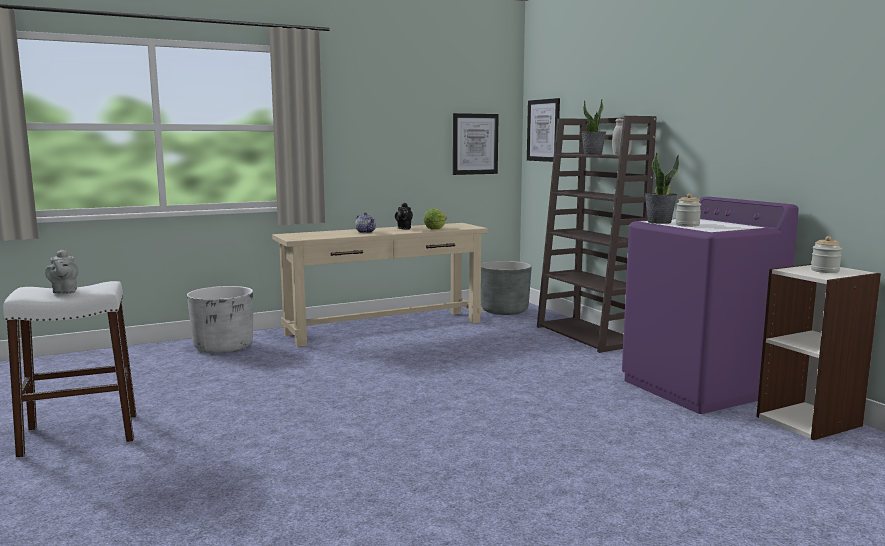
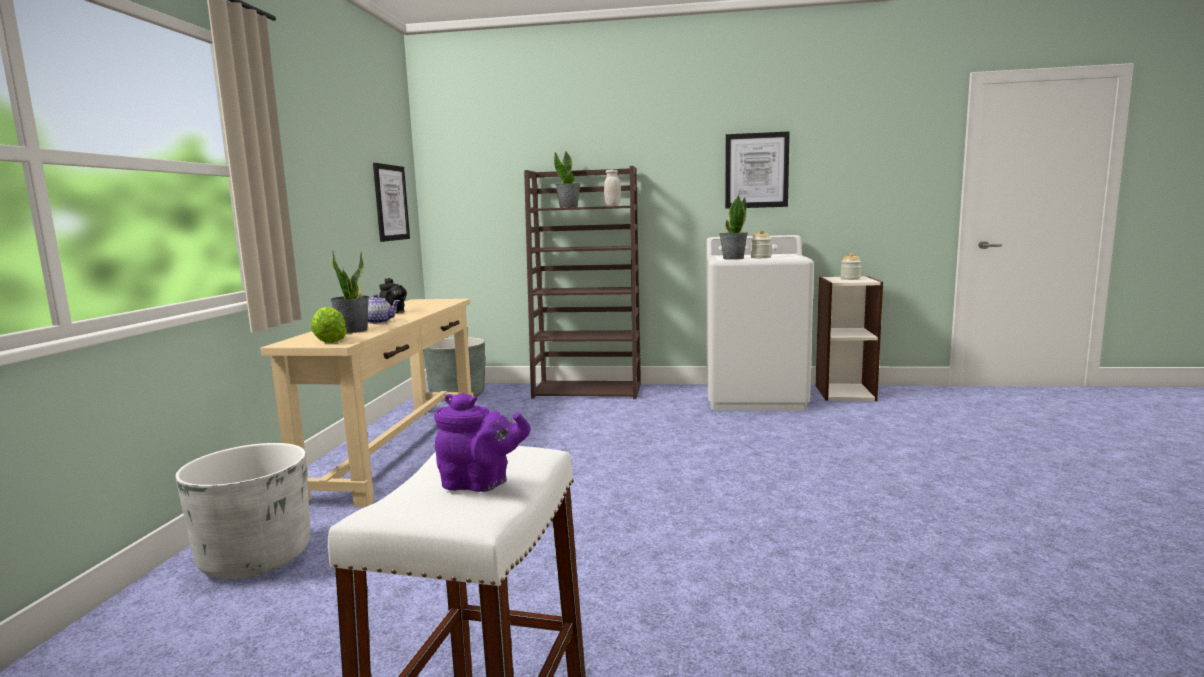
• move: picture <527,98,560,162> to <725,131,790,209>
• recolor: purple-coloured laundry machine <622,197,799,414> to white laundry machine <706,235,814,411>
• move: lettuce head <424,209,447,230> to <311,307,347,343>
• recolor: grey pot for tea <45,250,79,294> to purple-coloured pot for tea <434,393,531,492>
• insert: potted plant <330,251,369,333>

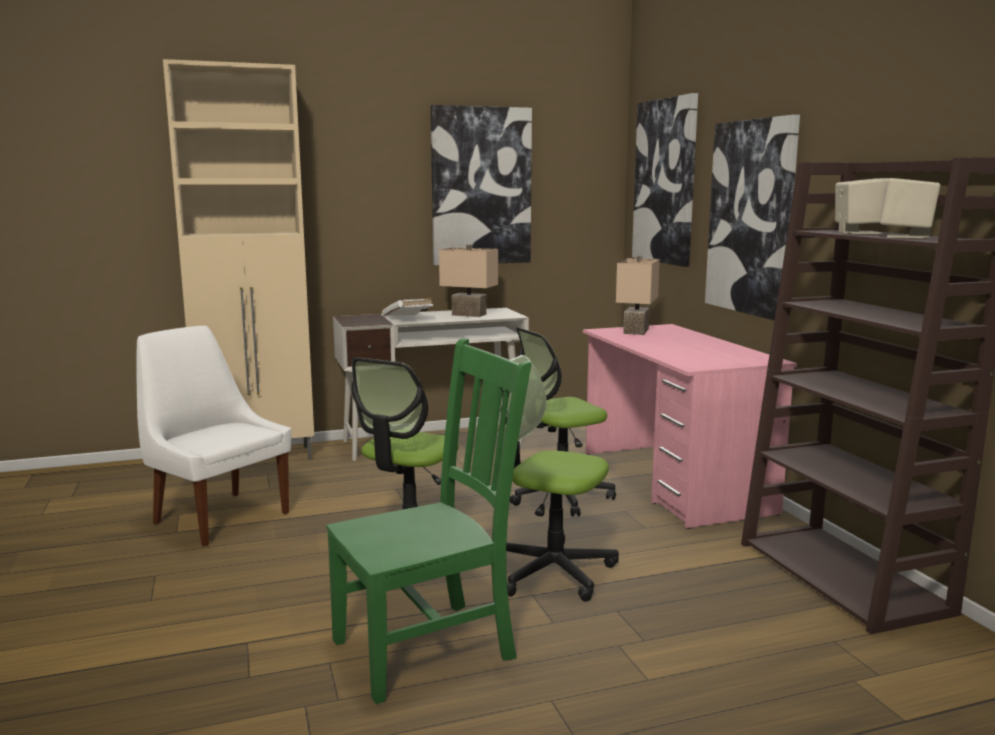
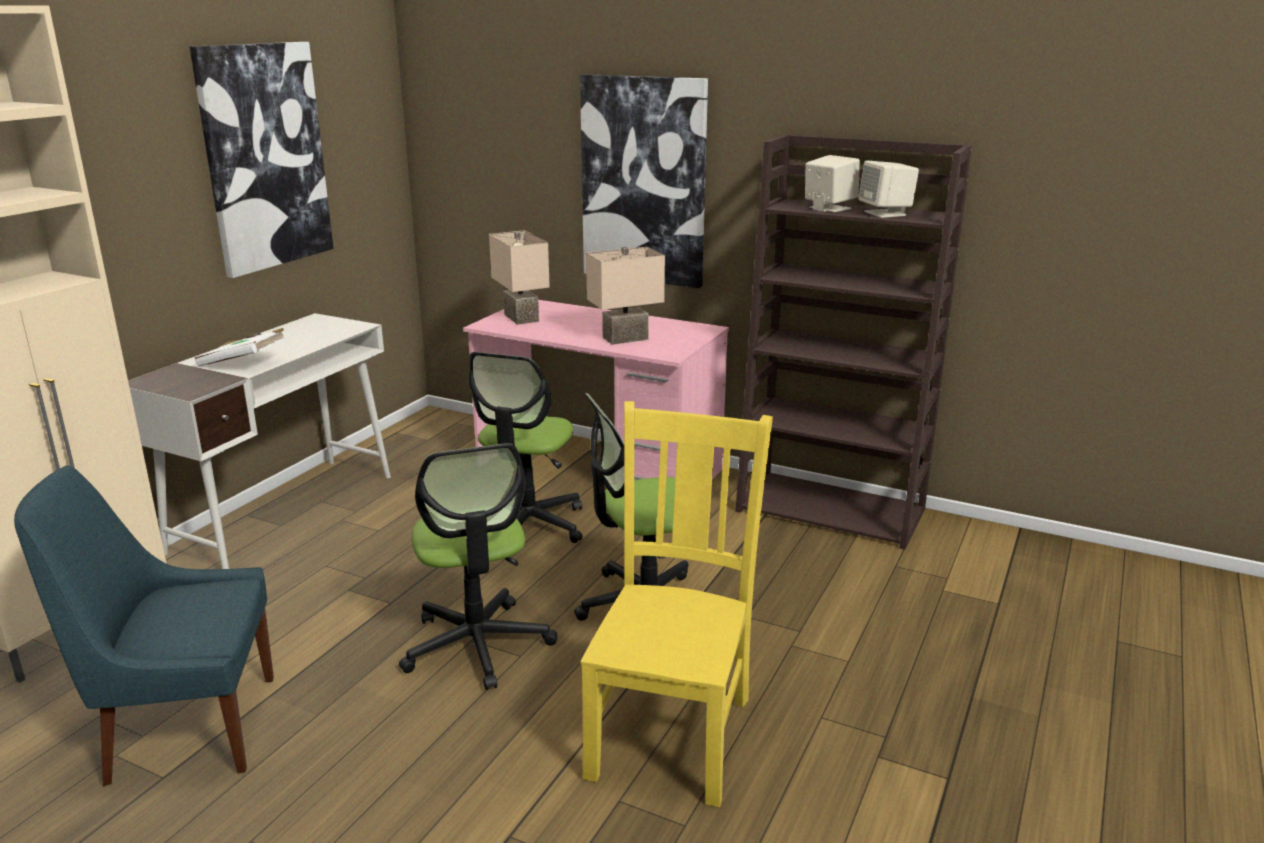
• delete: picture <632,93,698,267>
• move: beige tabletop lamp <439,244,498,317> to <586,247,665,345>
• recolor: white plain chair <136,326,291,546> to blue plain chair <14,465,274,786>
• recolor: green-coloured plain chair <326,338,532,704> to yellowish plain chair <581,401,773,807>

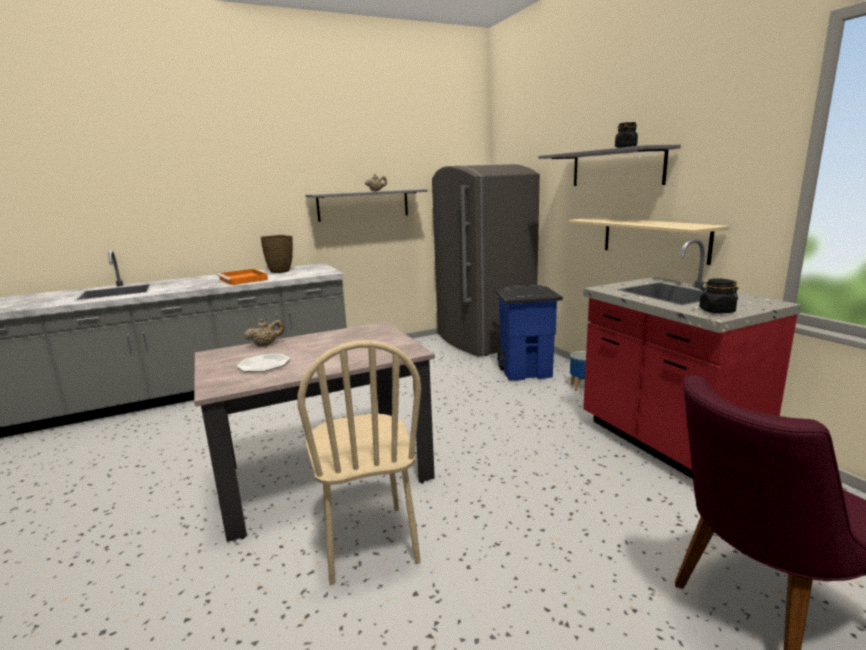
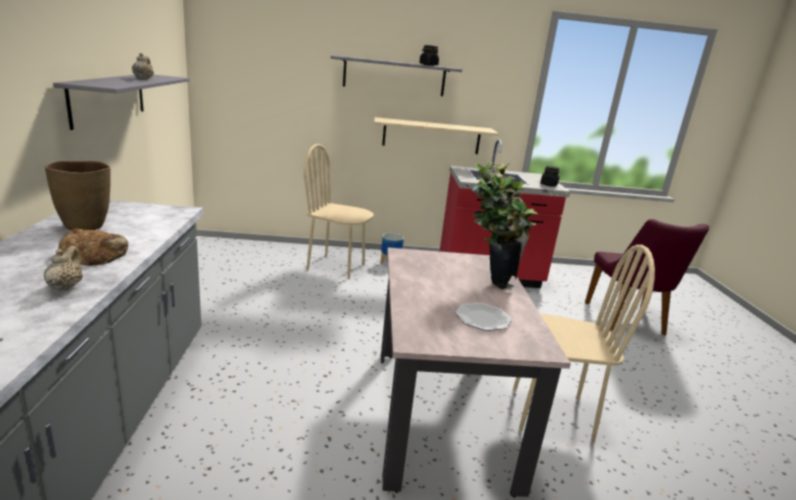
• delete: grey kitchen fridge <432,164,540,357>
• replace: orange tray <217,269,268,285> to baked bread <58,228,128,266>
• replace: blue waste bin <495,285,563,381> to beige plain chair <304,144,374,279>
• move: beige pot for tea <244,319,284,347> to <44,246,83,291>
• insert: potted plant <472,162,538,289>

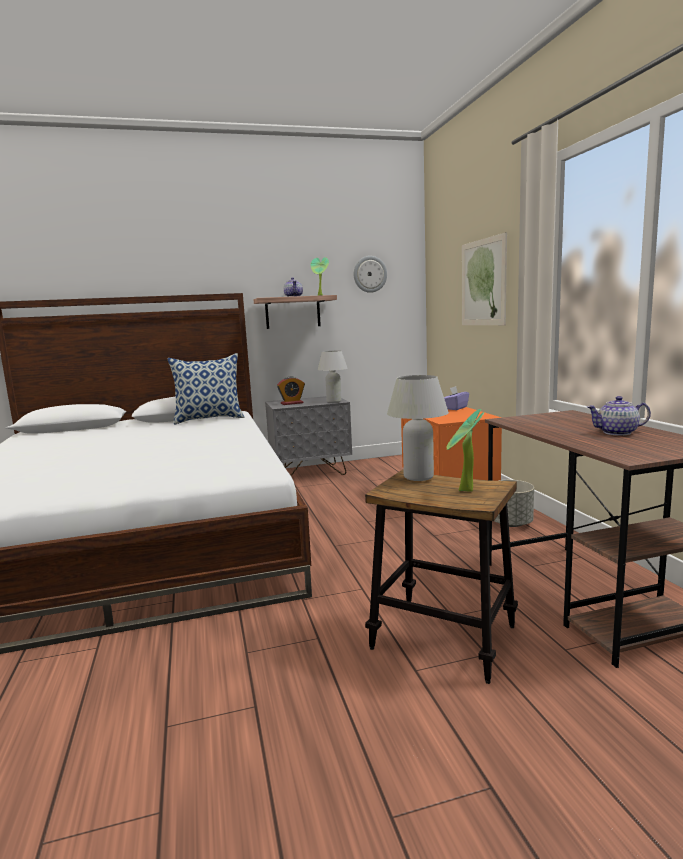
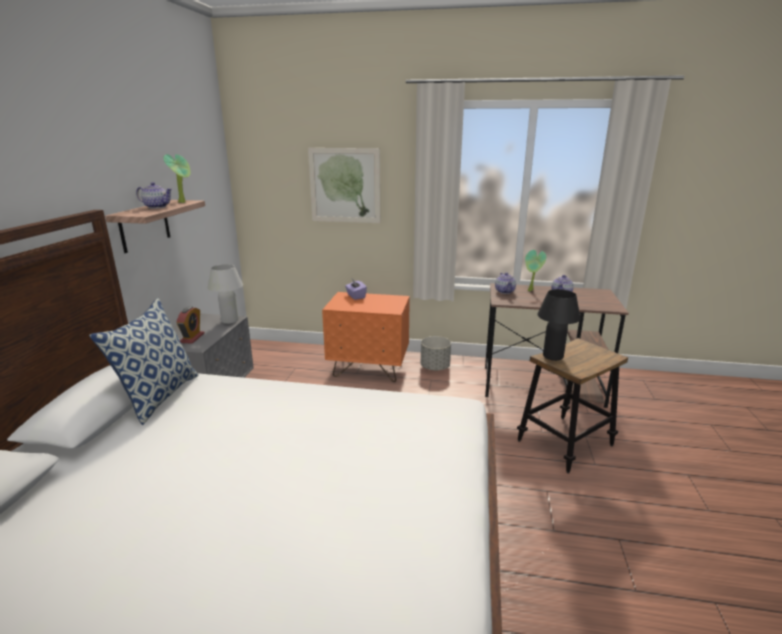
• delete: hanging clock <354,256,387,293>
• recolor: white tabletop lamp <387,375,449,481> to blackish tabletop lamp <537,289,581,361>
• move: potted plant <447,409,484,492> to <525,250,546,291>
• insert: pot for tea <495,272,516,294>

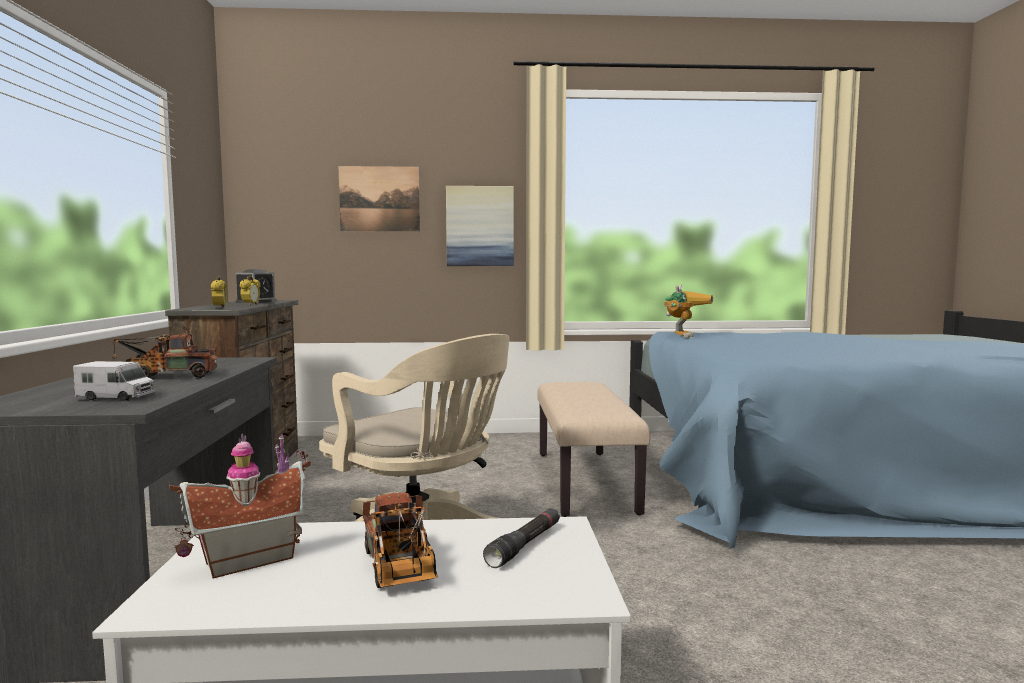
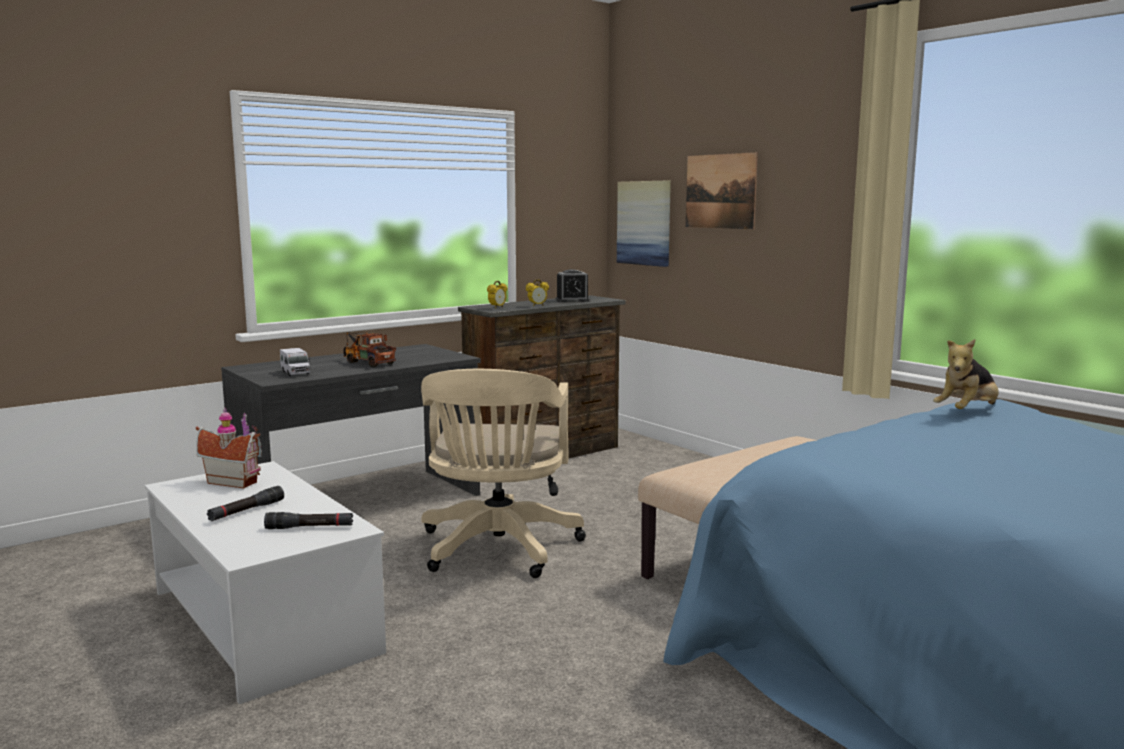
• move: picture <446,186,514,266> to <617,181,671,267>
• replace: toy robot <664,285,713,338> to plush toy <933,339,999,409>
• replace: toy lorry <362,493,438,588> to blackish flashlight <207,486,284,521>

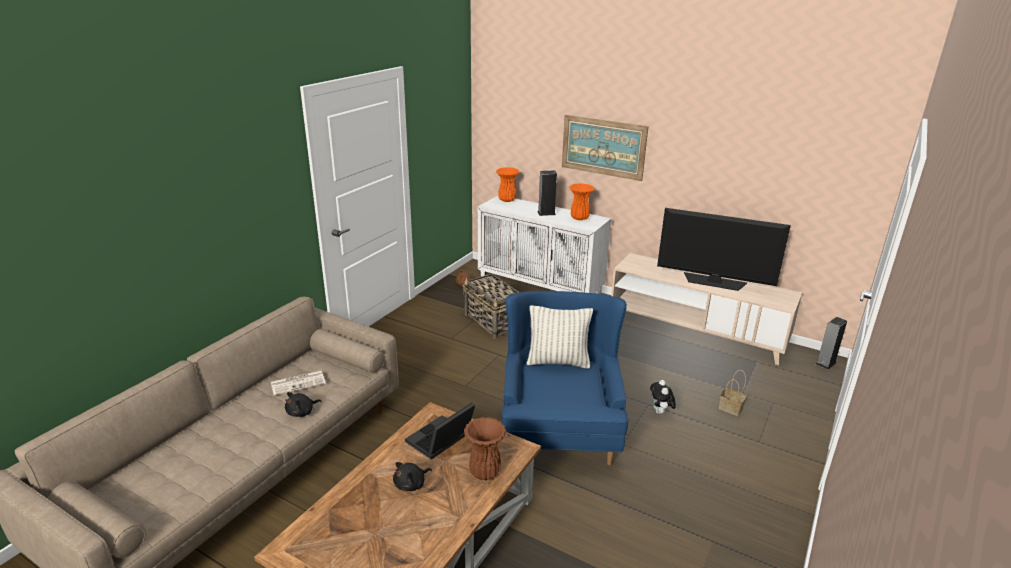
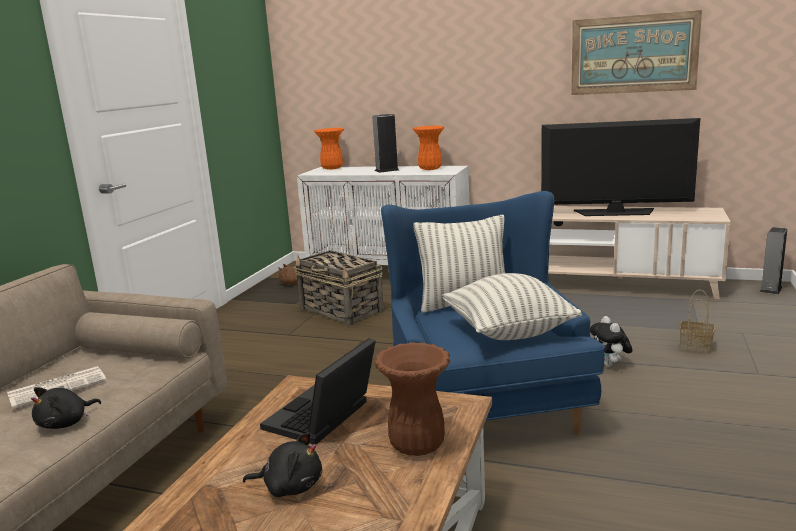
• move: picture <562,115,648,181> to <571,10,702,95>
• rotate: blackish plush toy <393,462,432,491> = <243,432,322,497> 120 degrees counterclockwise
• insert: cushion <442,273,582,340>

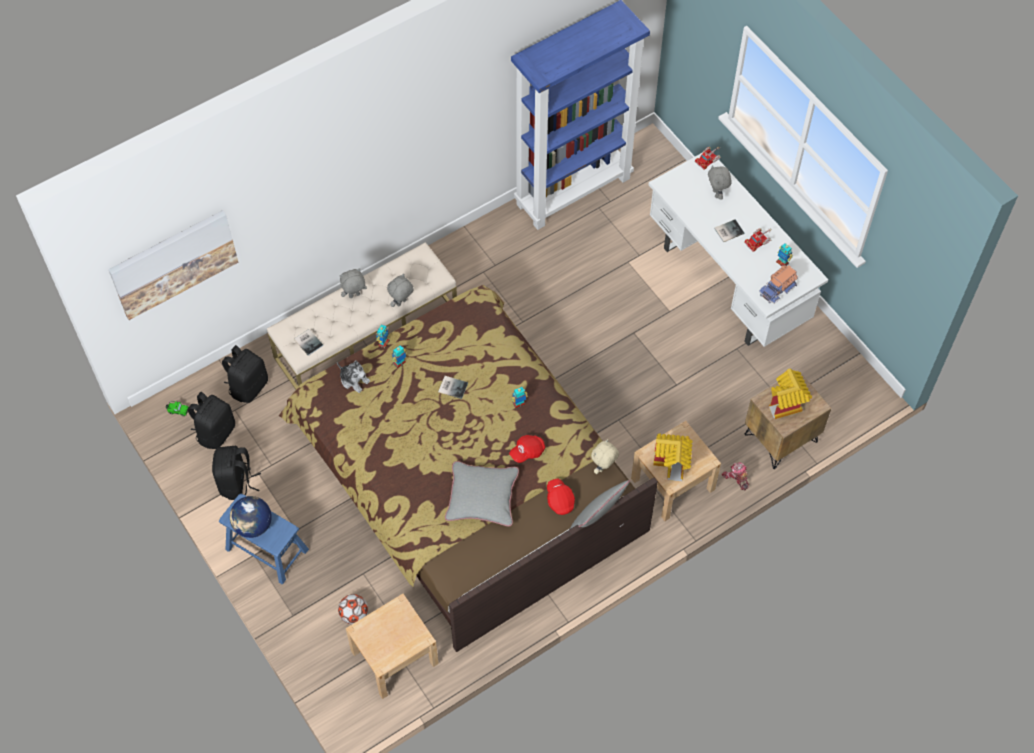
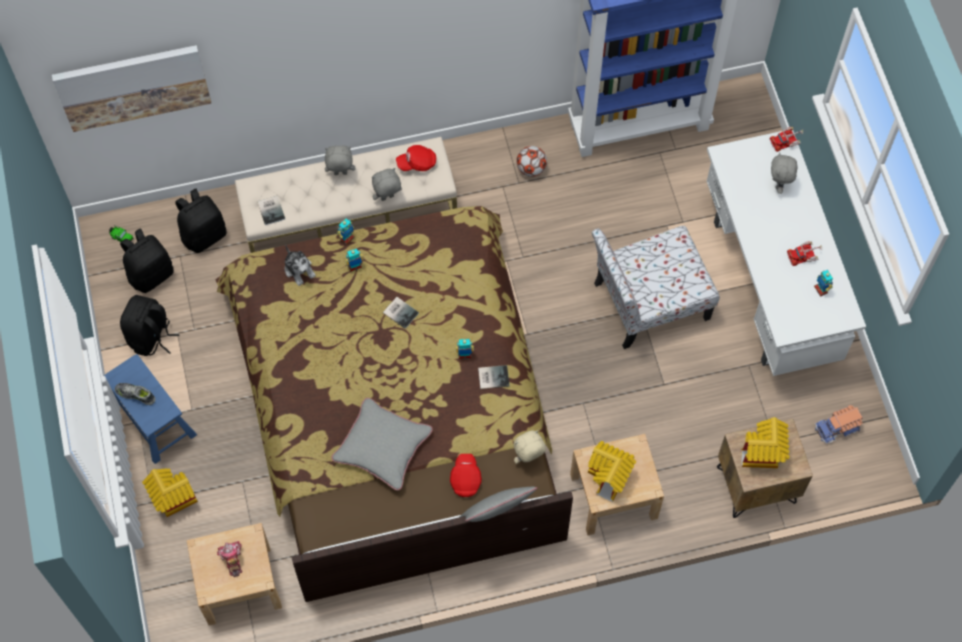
• move: volume <714,219,744,242> to <478,365,509,389>
• move: toy lorry <759,265,798,304> to <815,405,863,444>
• move: red peaked cap <509,435,545,463> to <396,145,436,171>
• move: toy robot <721,463,749,490> to <217,541,242,577>
• replace: world globe <230,496,272,538> to shoe <115,383,155,405>
• move: football <338,594,368,624> to <516,146,547,177>
• insert: plain chair <592,226,720,349>
• insert: miniature house <142,468,198,517>

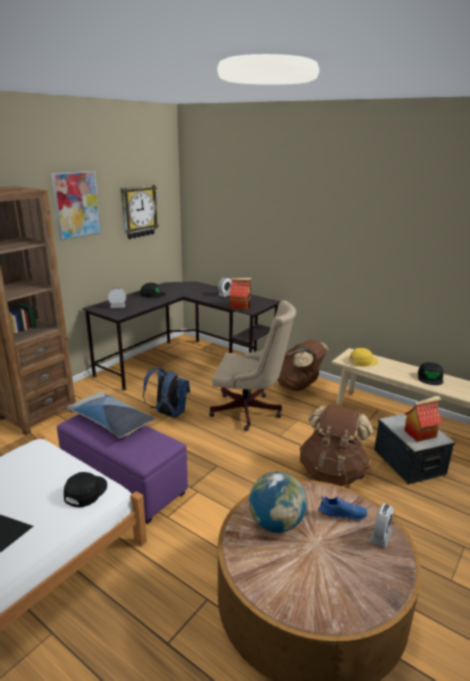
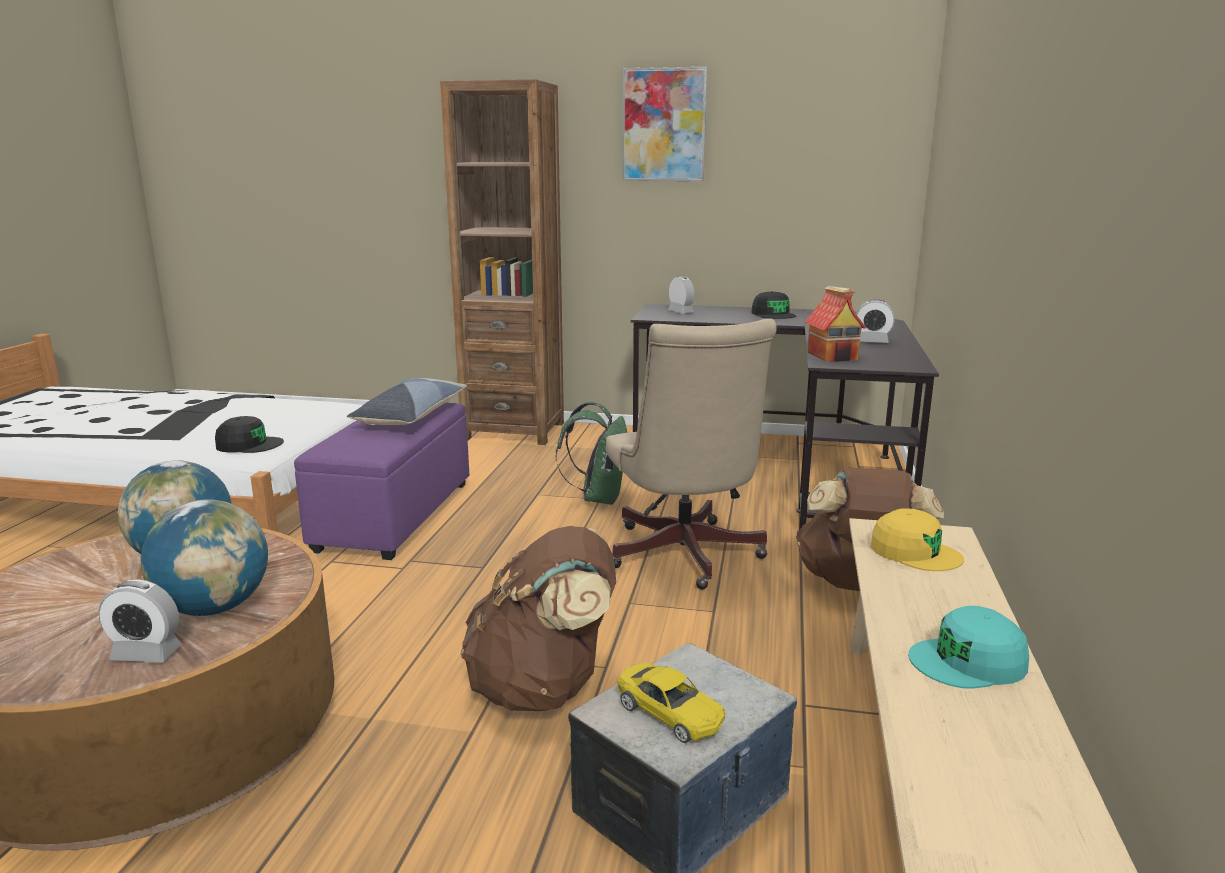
• delete: hanging clock <121,185,159,239>
• recolor: blackish peaked cap <418,362,444,385> to turquoise peaked cap <908,606,1029,689>
• recolor: blue backpack <143,368,190,418> to green-coloured backpack <556,402,627,505>
• replace: miniature house <404,396,443,442> to yellowish model car <617,662,725,743>
• replace: blue shoe <318,496,368,522> to world globe <141,499,268,616>

